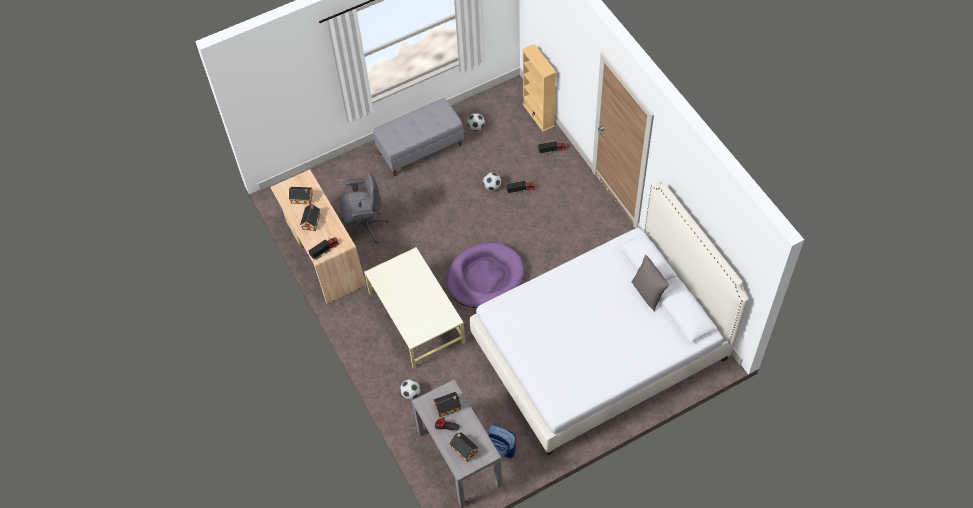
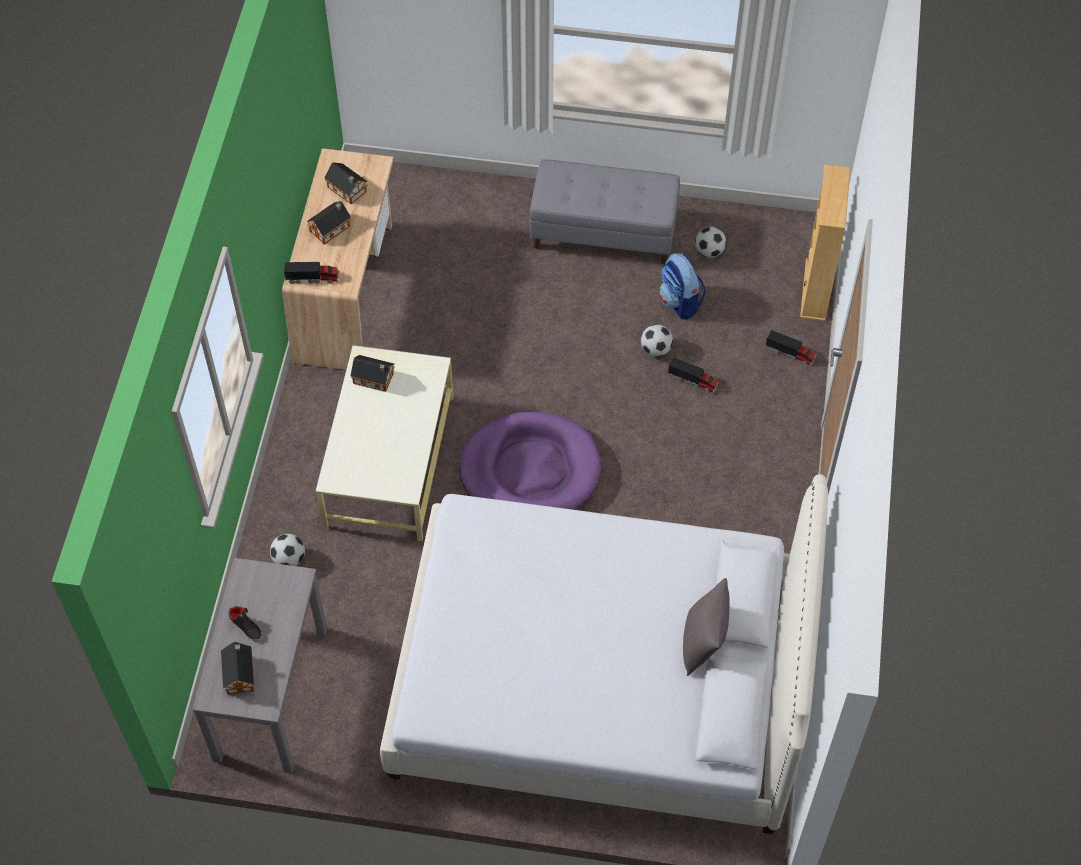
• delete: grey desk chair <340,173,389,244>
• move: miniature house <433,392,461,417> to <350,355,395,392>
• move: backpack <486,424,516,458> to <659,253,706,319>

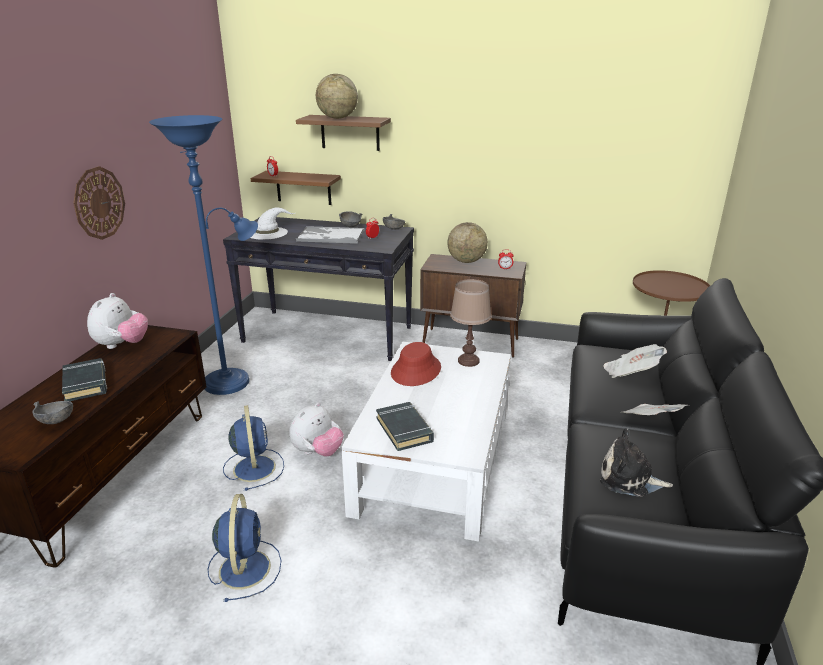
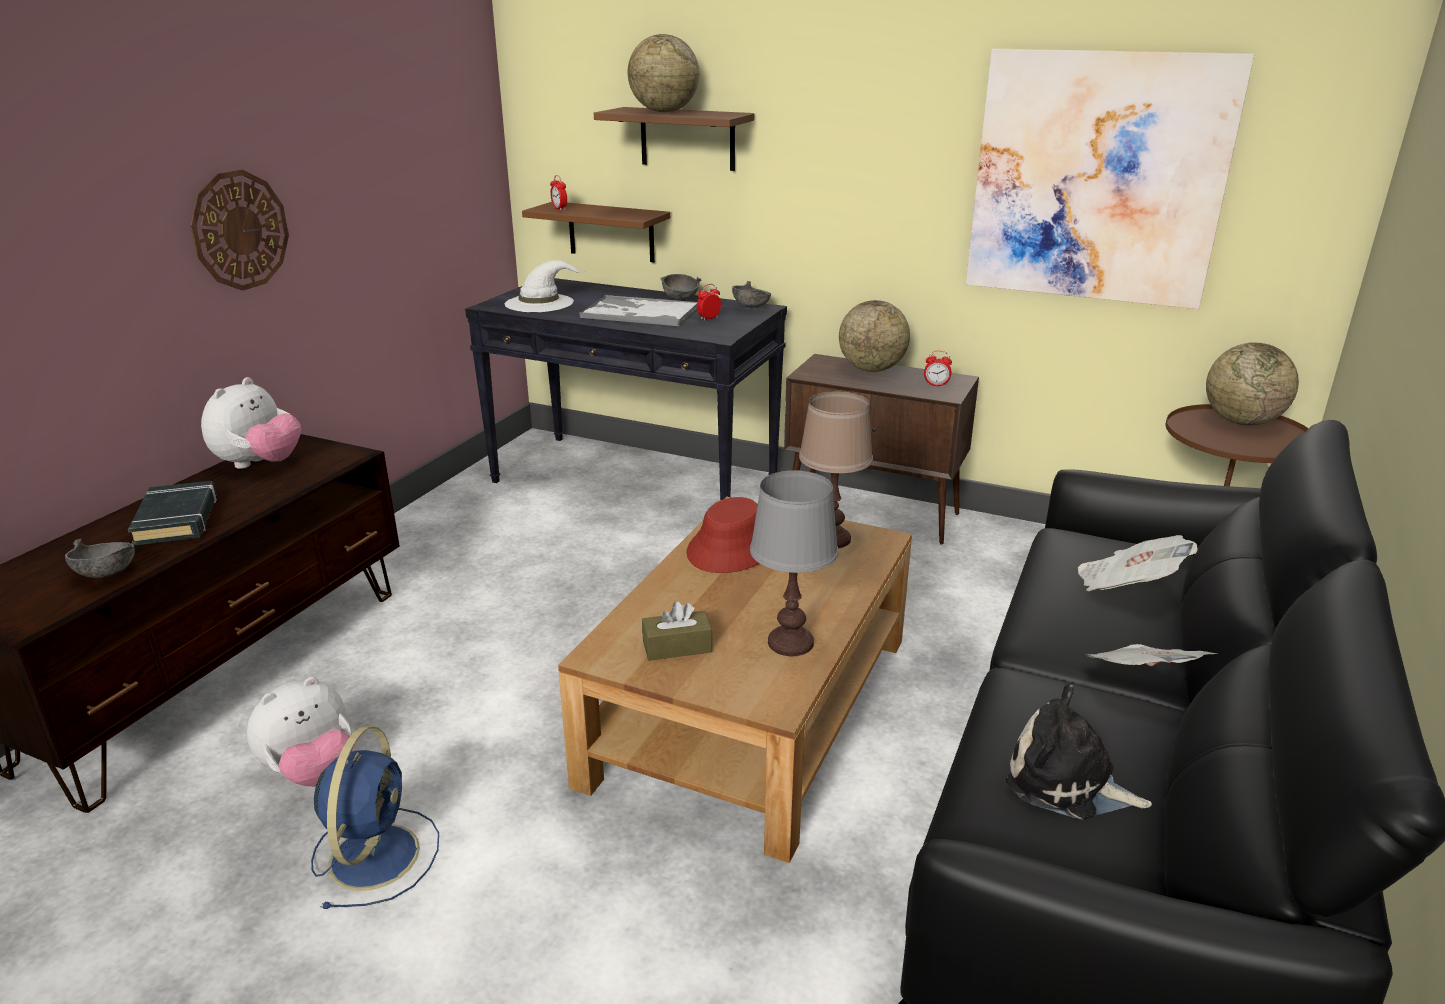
• delete: blue standard lamp <149,115,258,395>
• recolor: white lounge table <341,342,511,542> to brownish lounge table <558,497,912,863>
• replace: blackish volume <376,402,434,451> to brownish box of tissues <642,601,712,661>
• move: plush toy <289,403,344,457> to <247,677,353,787>
• delete: blue electric fan <223,405,284,491>
• insert: picture <966,49,1254,309>
• insert: world globe <1206,342,1299,425>
• insert: grey tabletop lamp <750,471,838,656>

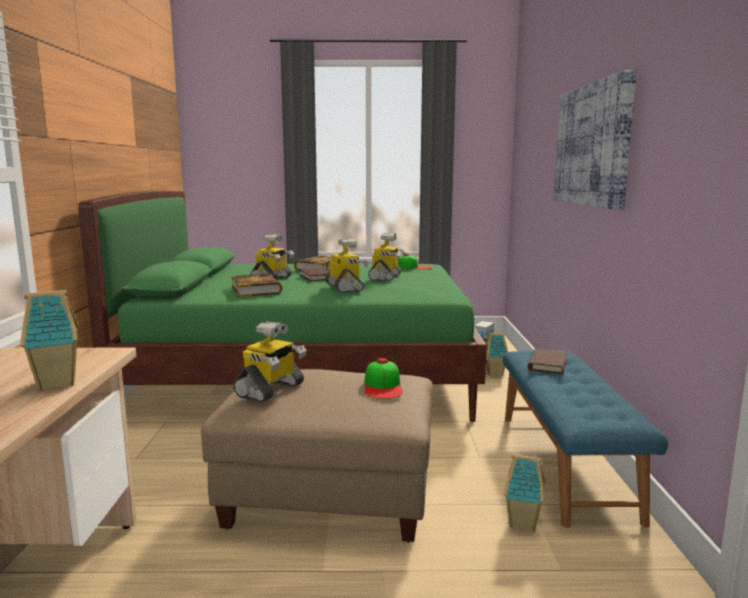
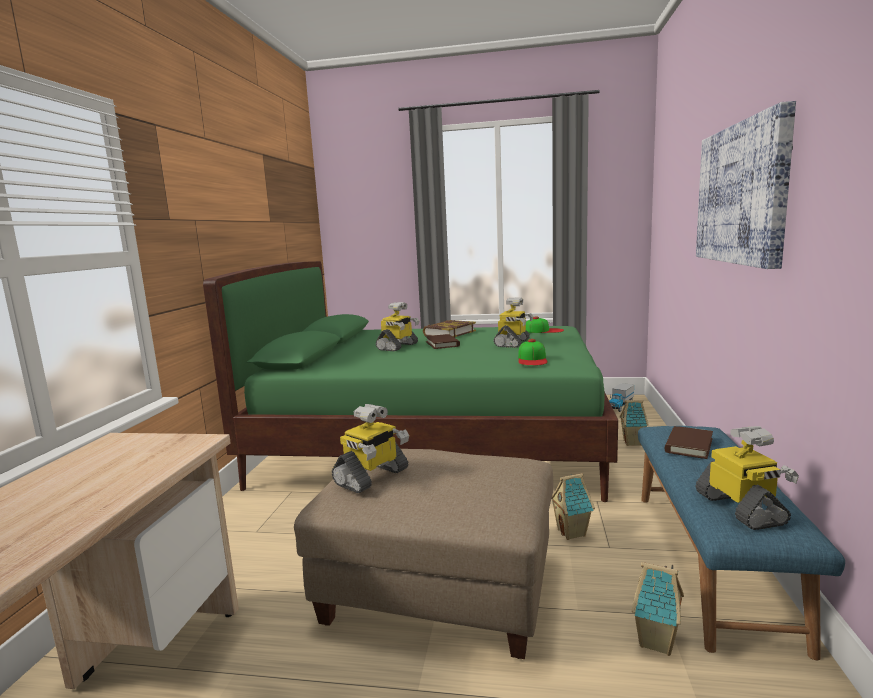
• move: toy robot <325,238,368,292> to <696,426,799,530>
• delete: volume <232,274,282,297>
• move: miniature house <21,290,79,390> to <551,473,595,540>
• move: peaked cap <365,358,403,399> to <518,339,548,366>

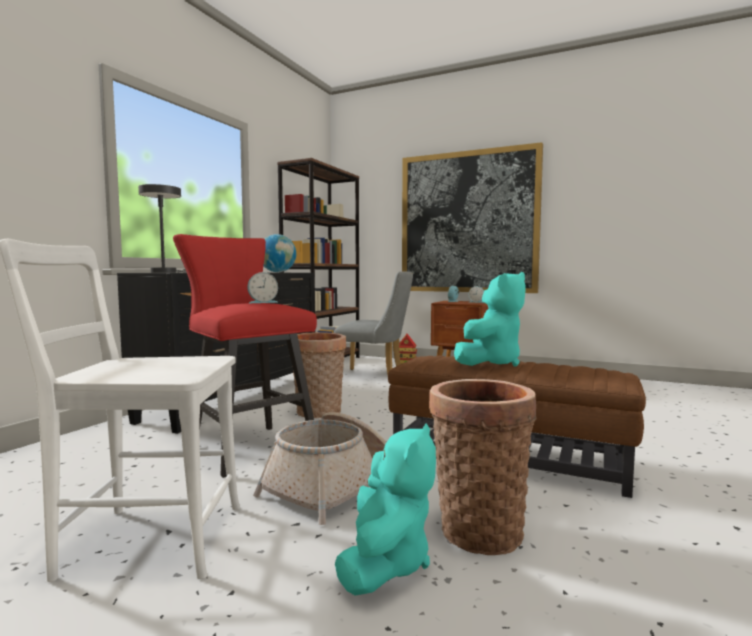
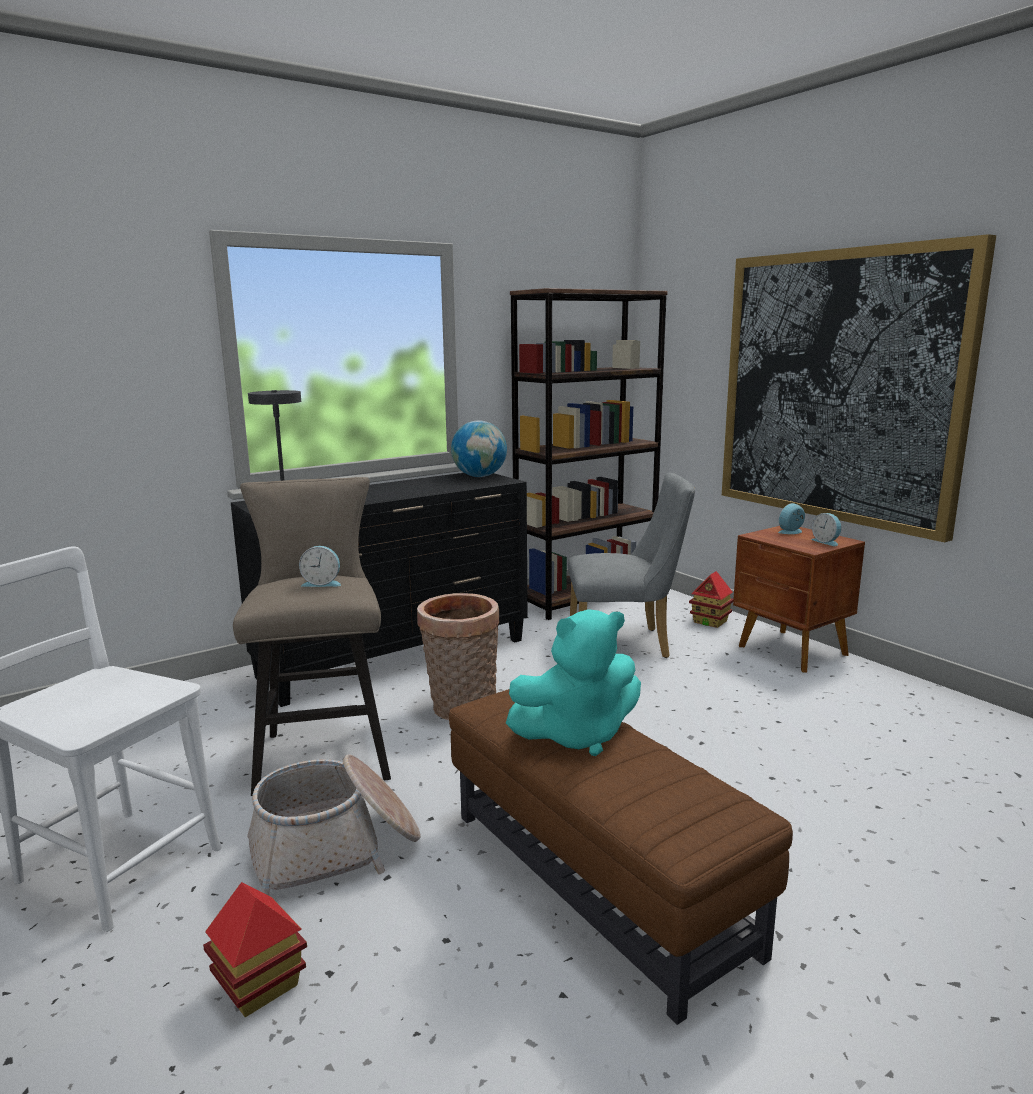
• recolor: red stool <173,234,317,478> to beige stool <233,477,391,796>
• rotate: grey plain chair <334,271,413,374> = <568,473,695,658> 45 degrees counterclockwise
• delete: basket <429,379,536,555>
• replace: turquoise plush toy <335,423,436,596> to miniature house <203,882,307,1017>

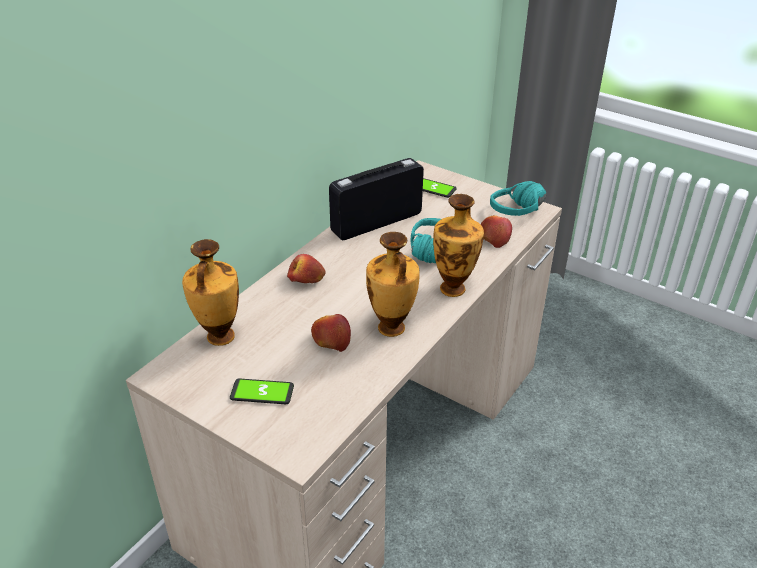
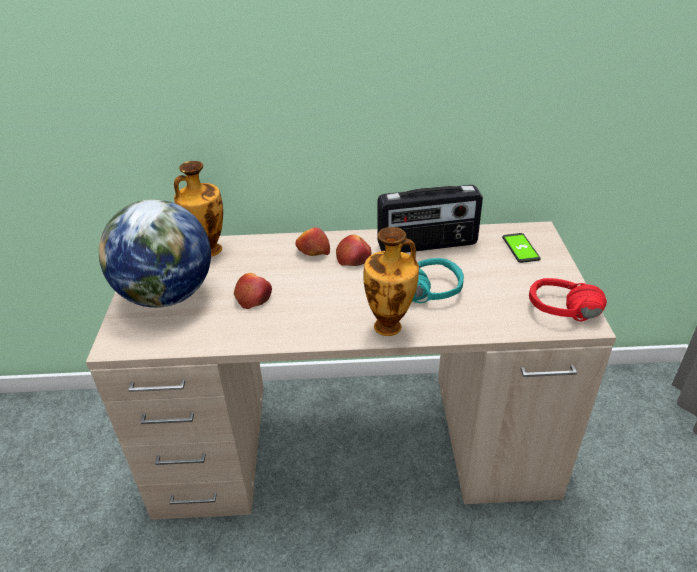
• rotate: radio receiver <329,158,424,240> = <378,185,483,253> 150 degrees clockwise
• recolor: turquoise headphones <490,181,547,216> to red headphones <529,278,607,322>
• move: apple fruit <481,215,512,248> to <336,235,371,266>
• delete: vase <366,232,420,337>
• replace: handset <230,378,294,404> to world globe <99,199,211,308>

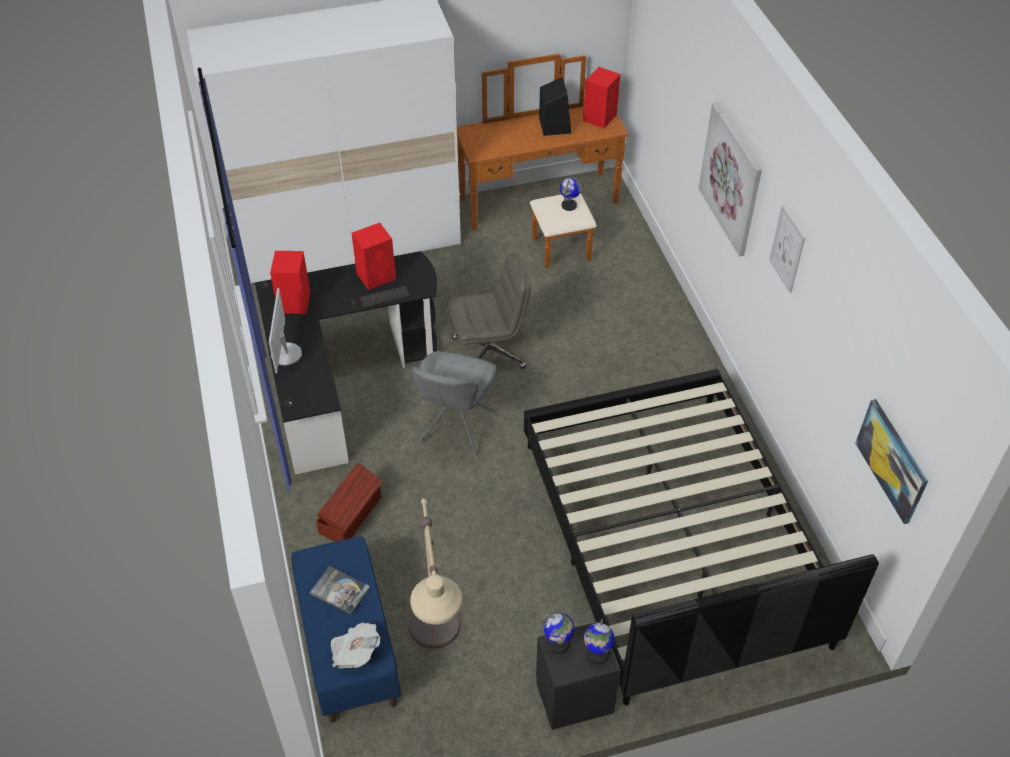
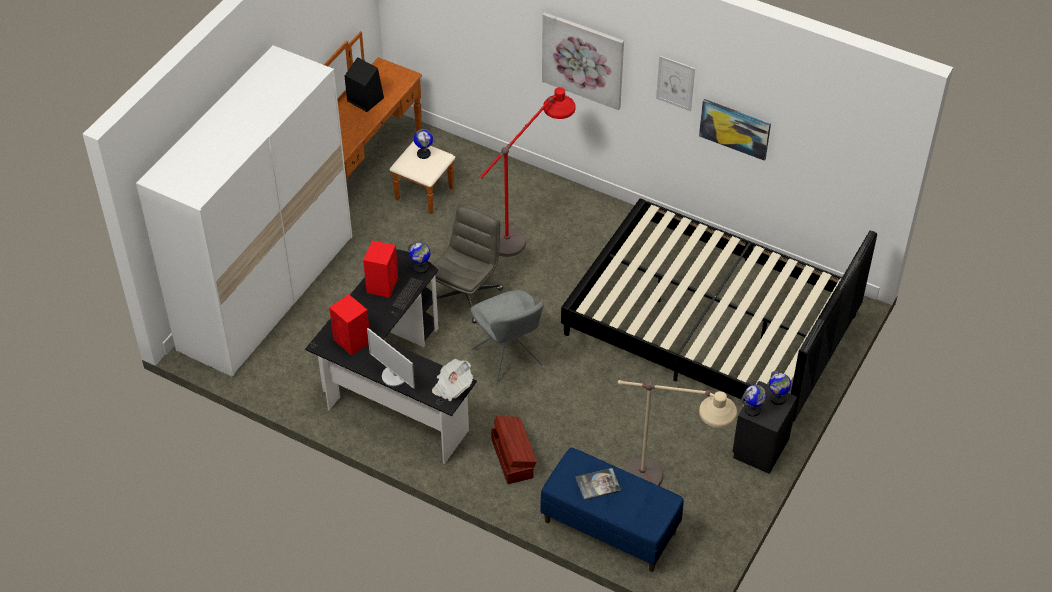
• delete: red audio speaker <583,67,620,128>
• move: picture <855,399,928,524> to <699,99,771,161>
• move: newspaper <331,623,380,668> to <432,359,473,401>
• insert: red standard lamp <479,87,575,257>
• insert: world globe <408,242,431,274>

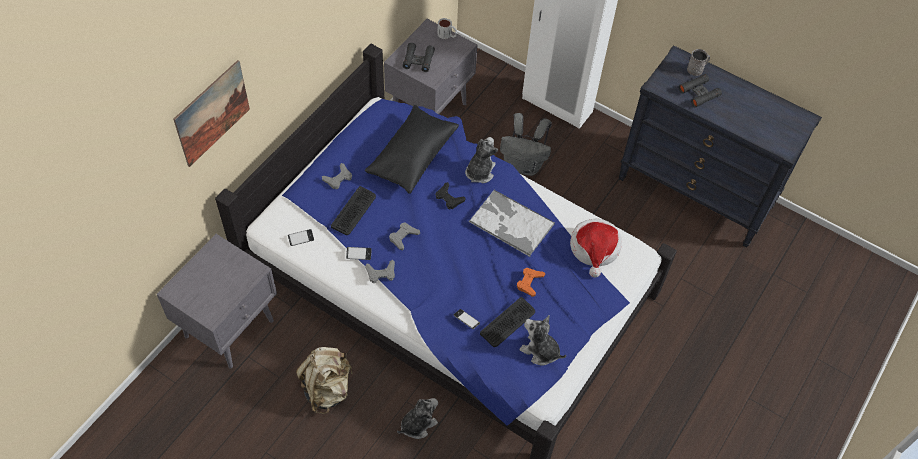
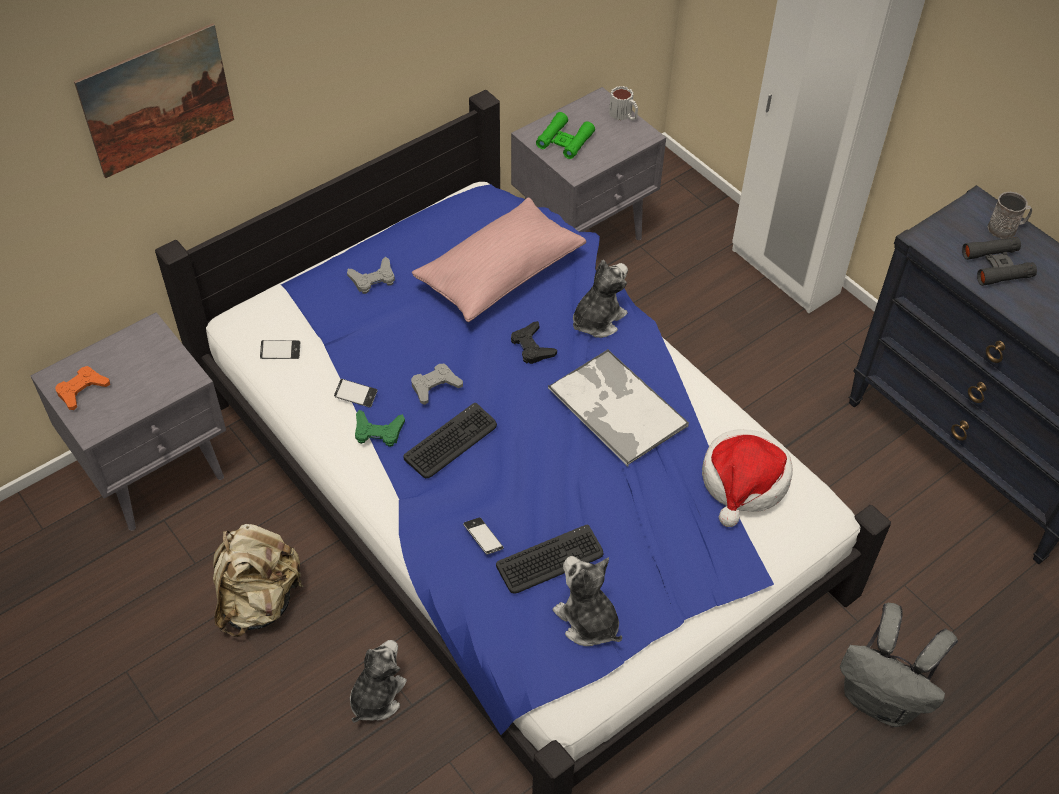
• recolor: blackish pair of binoculars <403,43,435,72> to green-coloured pair of binoculars <536,112,595,159>
• recolor: blackish cushion <365,105,459,194> to pink-coloured cushion <412,197,586,322>
• move: grey backpack <500,113,552,176> to <840,603,958,727>
• move: PC keyboard <331,186,376,235> to <403,403,497,478>
• recolor: grey joypad <365,260,395,283> to green-coloured joypad <355,410,405,447>
• move: orange joypad <517,268,545,297> to <55,366,110,410>
• rotate: plush toy <397,398,438,439> = <350,640,407,723> 45 degrees counterclockwise

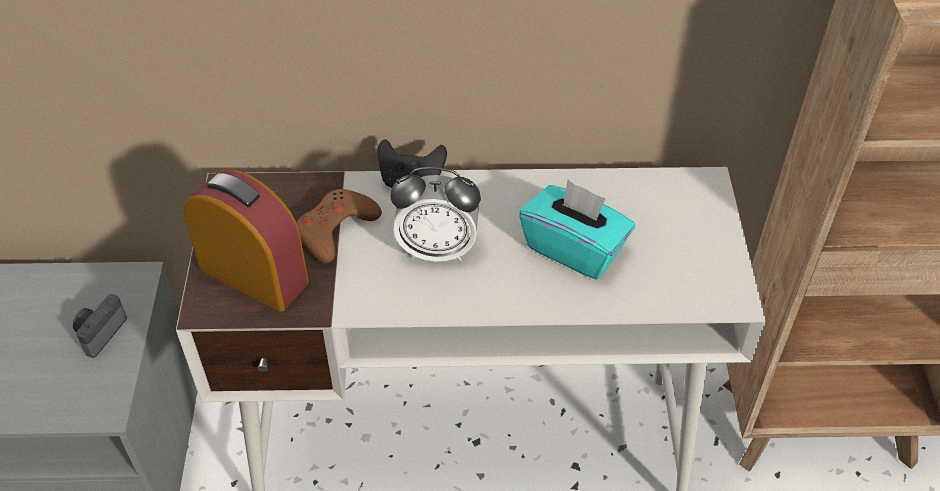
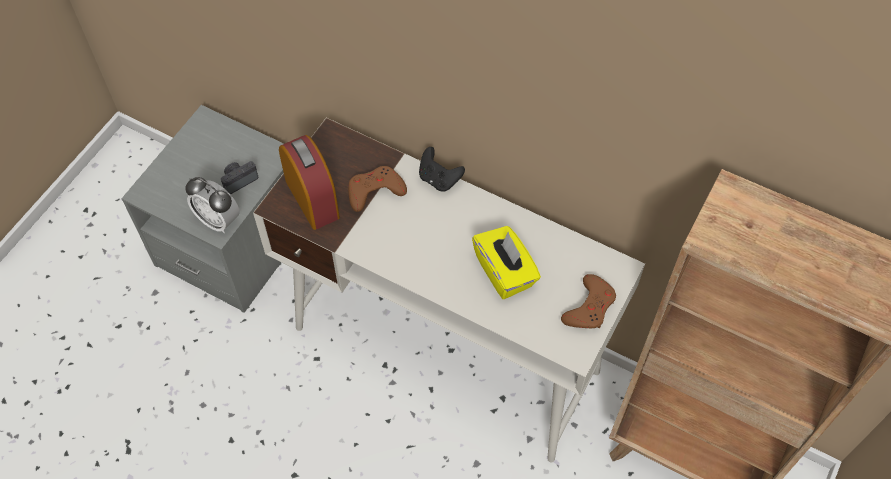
• move: table clock <390,167,481,262> to <185,177,240,233>
• recolor: turquoise box of tissues <519,179,635,279> to yellowish box of tissues <472,226,541,299>
• insert: brownish joypad <561,274,616,328>

